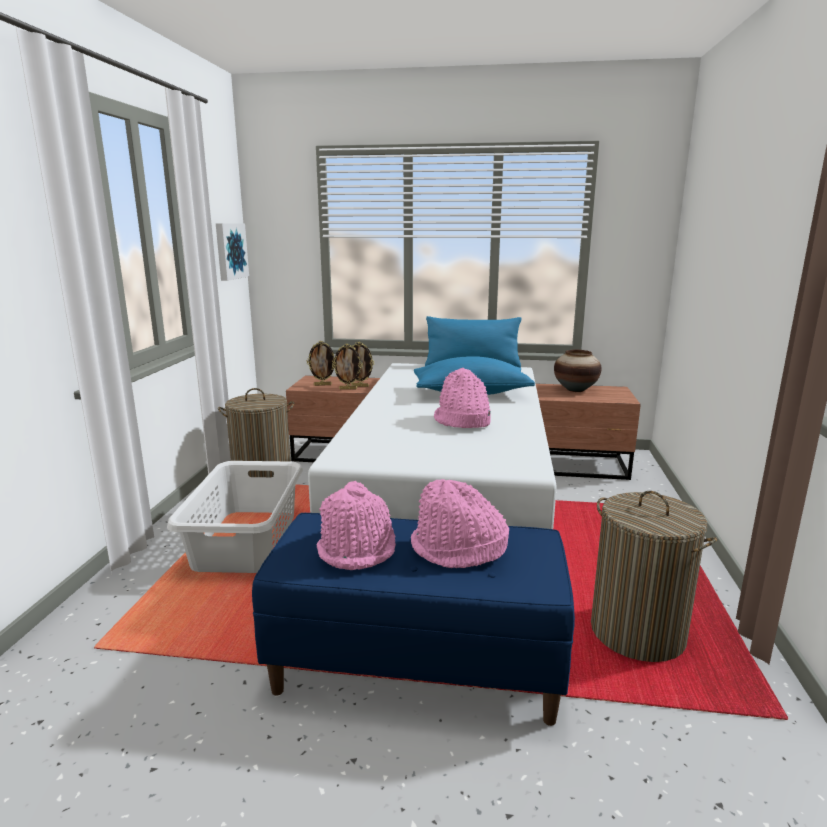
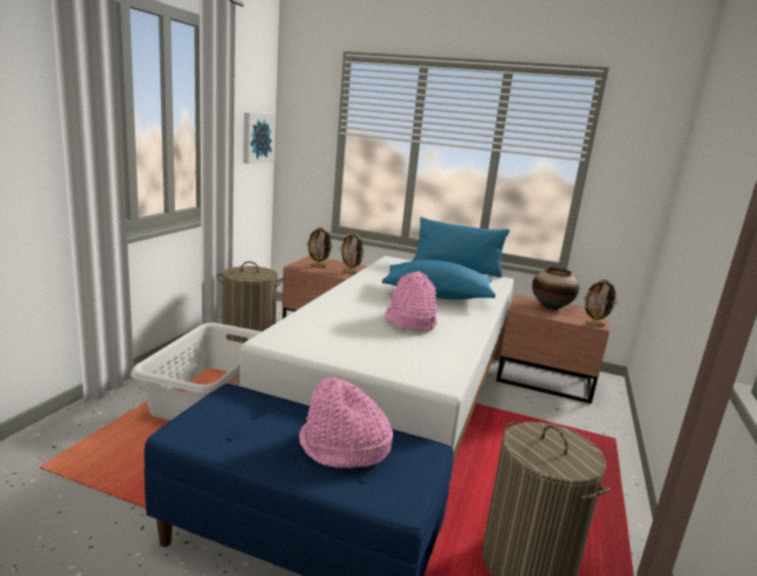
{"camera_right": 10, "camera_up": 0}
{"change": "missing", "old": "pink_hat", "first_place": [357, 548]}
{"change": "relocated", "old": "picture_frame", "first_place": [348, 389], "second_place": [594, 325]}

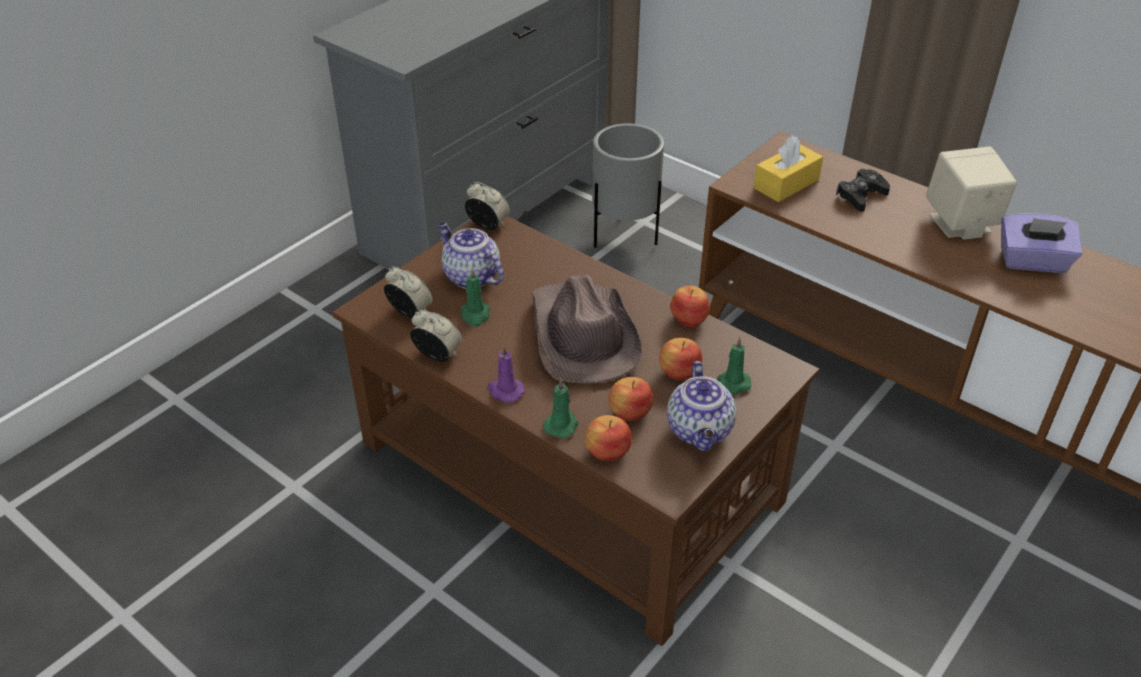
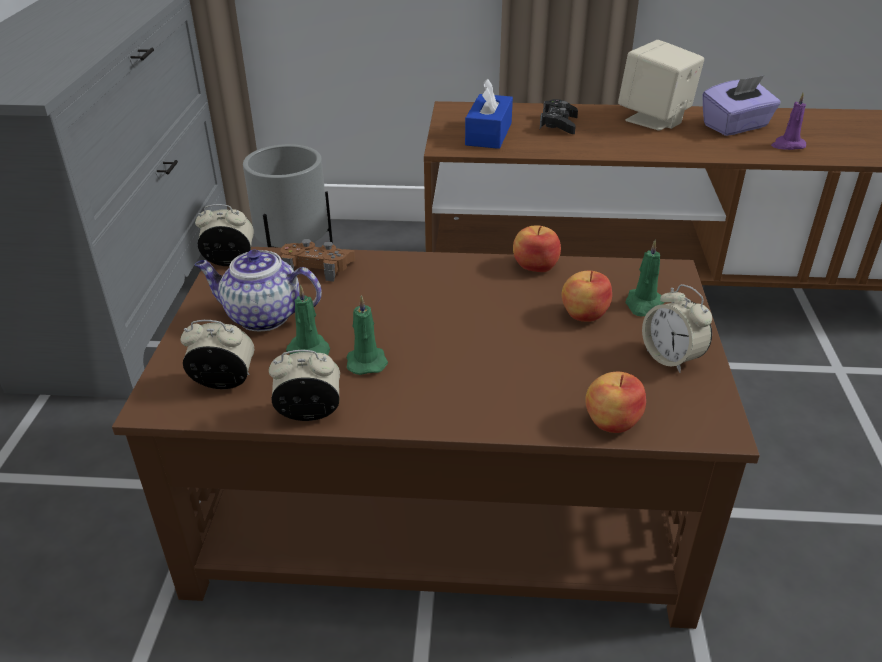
{"camera_right": -35, "camera_up": -5}
{"change": "relocated", "old": "purple_candle", "first_place": [505, 391], "second_place": [787, 145]}
{"change": "missing", "old": "brown_hat", "first_place": [582, 335]}
{"change": "relocated", "old": "green_candle", "first_place": [561, 425], "second_place": [366, 361]}
{"change": "missing", "old": "apple", "first_place": [629, 412]}
{"change": "exchanged", "old": "teapot", "new": "alarm_clock", "first_place": [700, 431], "second_place": [671, 358]}
{"change": "colour", "old": "yellow_tissue_box", "new": "blue_tissue_box", "first_place": [786, 184], "second_place": [488, 134]}
{"change": "appeared", "new": "brown_game_controller", "second_place": [317, 267]}

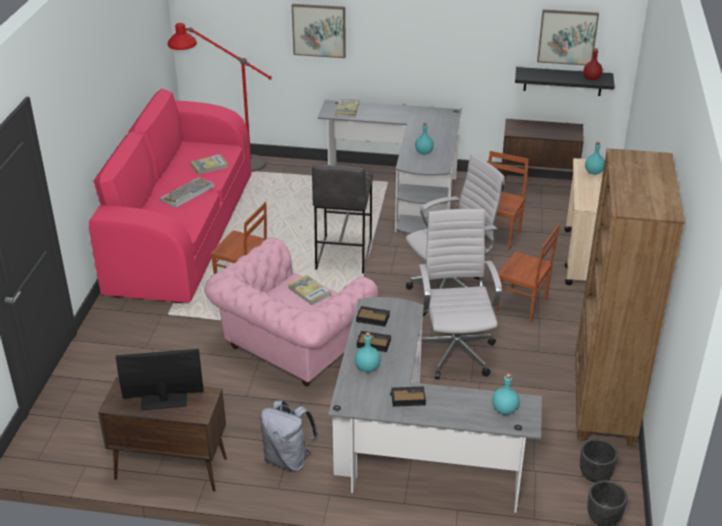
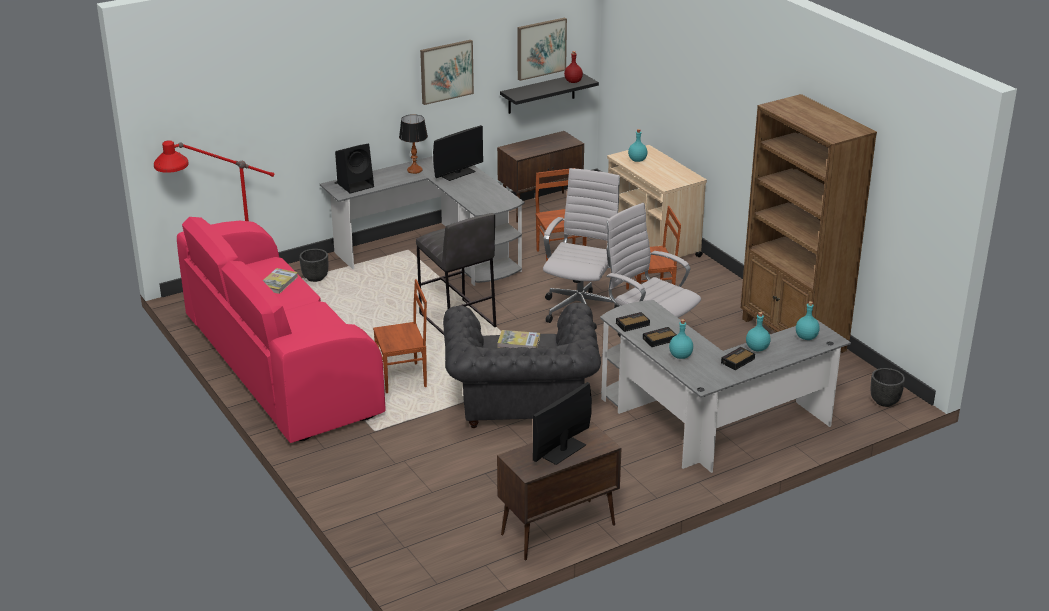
{"camera_right": -40, "camera_up": -5}
{"change": "missing", "old": "keyboard", "first_place": [187, 193]}
{"change": "colour", "old": "pink_armchair", "new": "grey_armchair", "first_place": [291, 348], "second_place": [520, 405]}
{"change": "missing", "old": "grey_backpack", "first_place": [288, 459]}
{"change": "relocated", "old": "picture", "first_place": [319, 30], "second_place": [446, 71]}
{"change": "exchanged", "old": "book", "new": "black_speaker", "first_place": [347, 110], "second_place": [356, 185]}
{"change": "relocated", "old": "turquoise_bottle", "first_place": [424, 152], "second_place": [757, 348]}
{"change": "relocated", "old": "black_planter", "first_place": [595, 474], "second_place": [315, 278]}
{"change": "appeared", "new": "table_lamp", "second_place": [415, 170]}
{"change": "appeared", "new": "monitor", "second_place": [458, 173]}

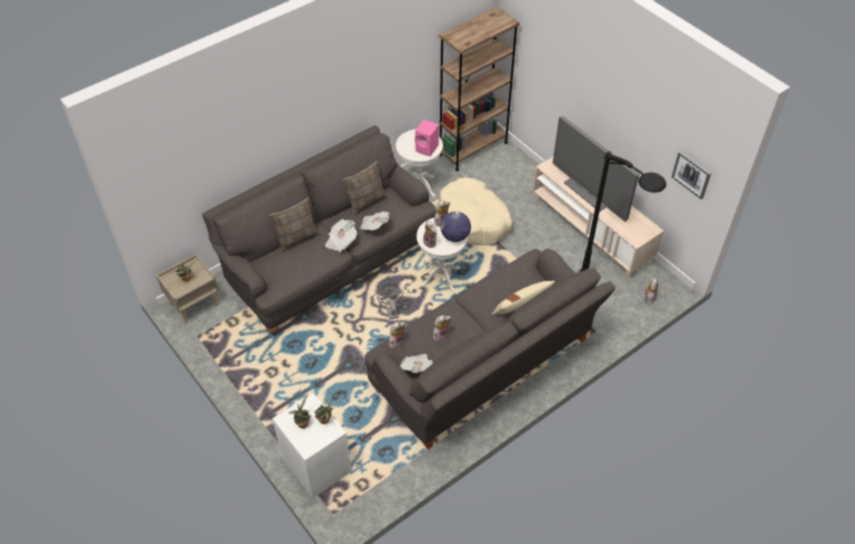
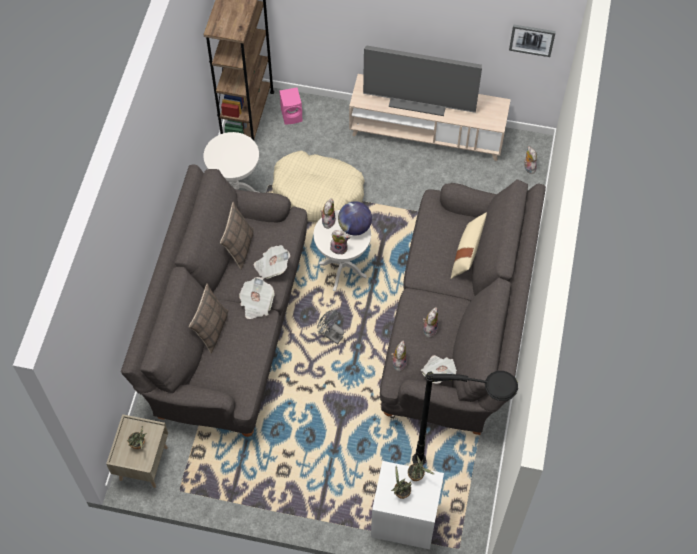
{"camera_right": -40, "camera_up": 10}
{"change": "relocated", "old": "pink_speaker", "first_place": [427, 148], "second_place": [292, 115]}
{"change": "relocated", "old": "black_floor_lamp", "first_place": [609, 296], "second_place": [462, 468]}

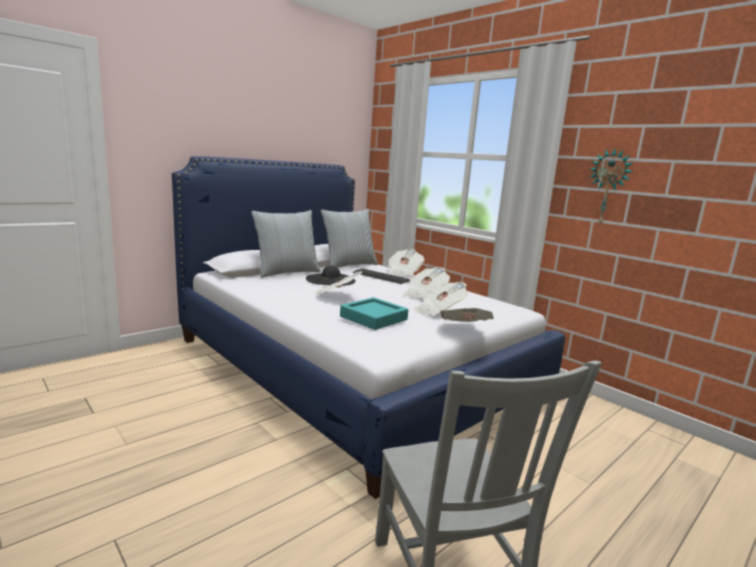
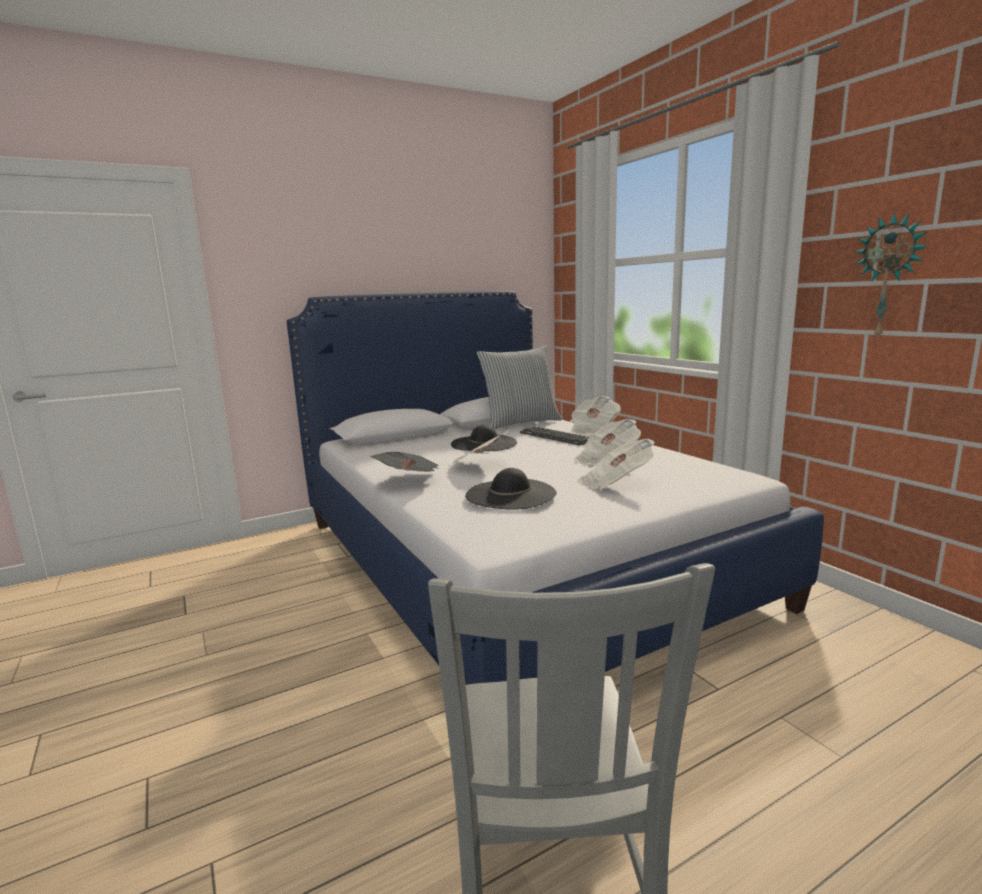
{"camera_right": 15, "camera_up": 0}
{"change": "missing", "old": "pillow", "first_place": [286, 272]}
{"change": "exchanged", "old": "turquoise_tray", "new": "black_hat", "first_place": [373, 318], "second_place": [510, 494]}
{"change": "relocated", "old": "newspaper", "first_place": [464, 330], "second_place": [409, 480]}

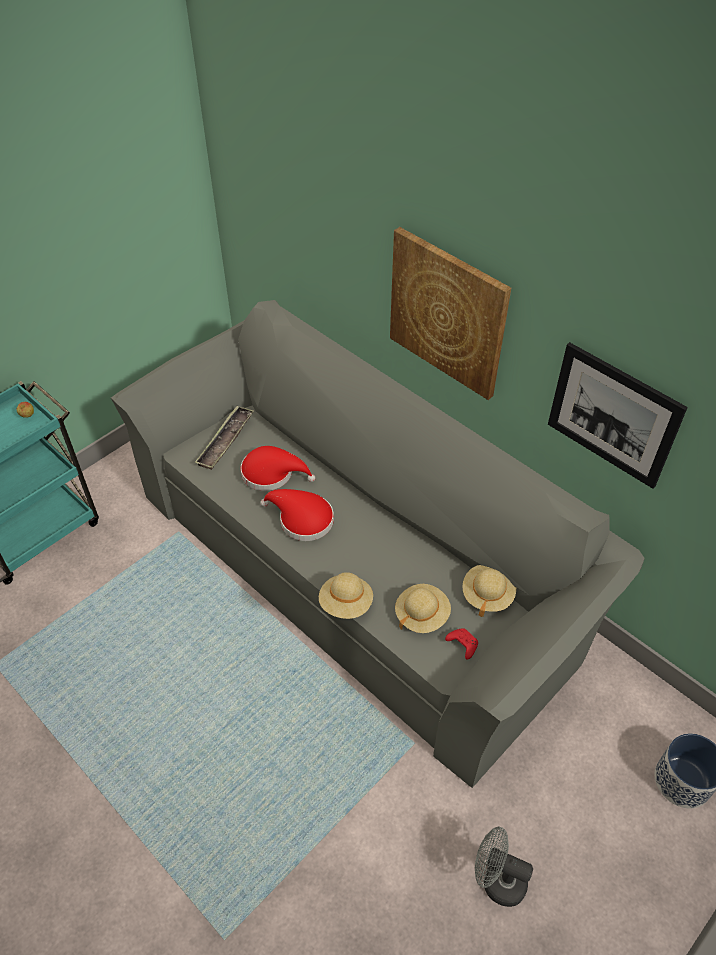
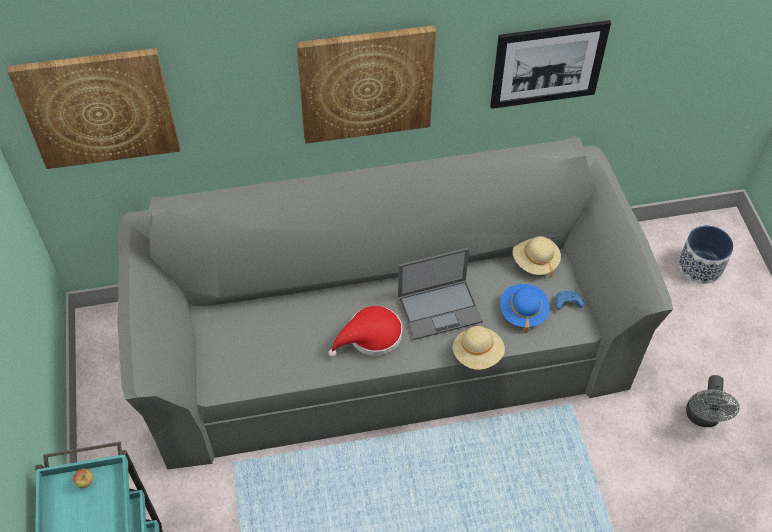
{"camera_right": -55, "camera_up": 5}
{"change": "missing", "old": "tray", "first_place": [225, 441]}
{"change": "missing", "old": "red_hat", "first_place": [272, 473]}
{"change": "colour", "old": "beige_hat", "new": "blue_hat", "first_place": [422, 615], "second_place": [523, 312]}
{"change": "colour", "old": "red_game_controller", "new": "blue_game_controller", "first_place": [462, 644], "second_place": [567, 303]}
{"change": "spun", "old": "grey_fan", "first_place": [497, 880], "second_place": [703, 418], "degrees": -45}
{"change": "appeared", "new": "picture", "second_place": [99, 108]}
{"change": "appeared", "new": "laptop", "second_place": [440, 308]}

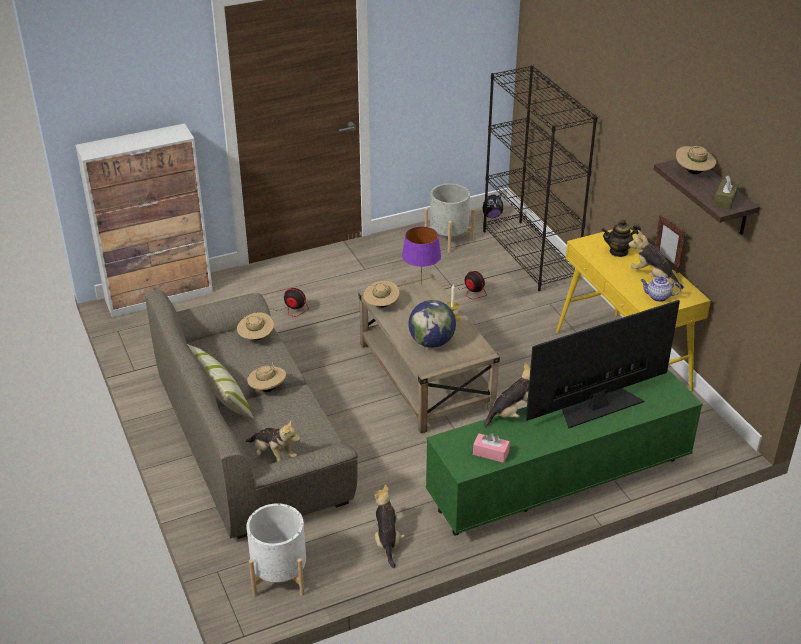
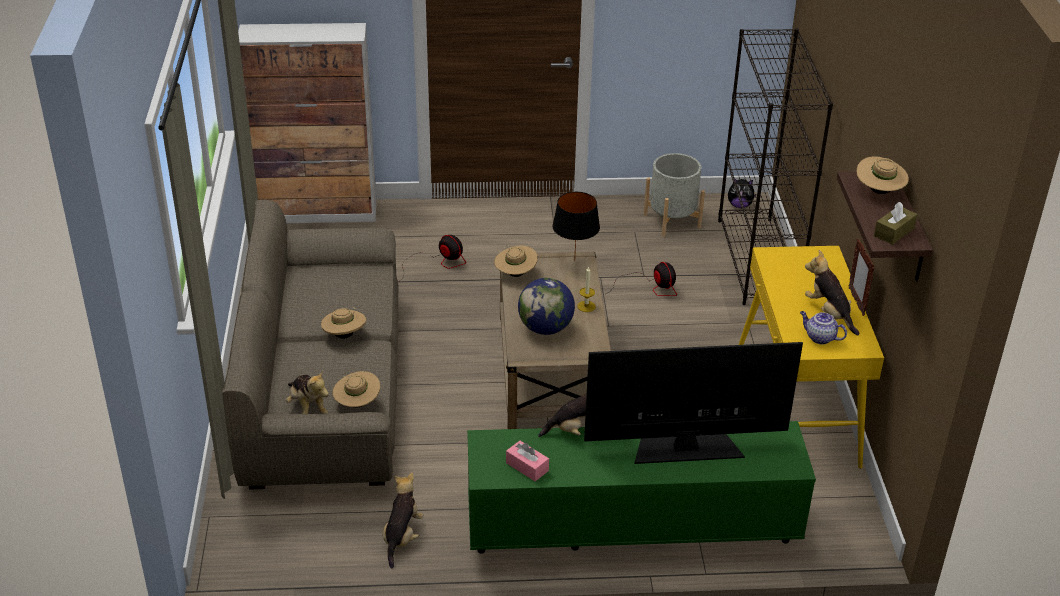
{"camera_right": 20, "camera_up": 0}
{"change": "missing", "old": "pillow", "first_place": [221, 396]}
{"change": "relocated", "old": "beige_hat", "first_place": [256, 337], "second_place": [357, 403]}
{"change": "missing", "old": "white_planter", "first_place": [279, 576]}
{"change": "colour", "old": "purple_table_lamp", "new": "black_table_lamp", "first_place": [421, 284], "second_place": [575, 261]}
{"change": "missing", "old": "teapot", "first_place": [619, 251]}

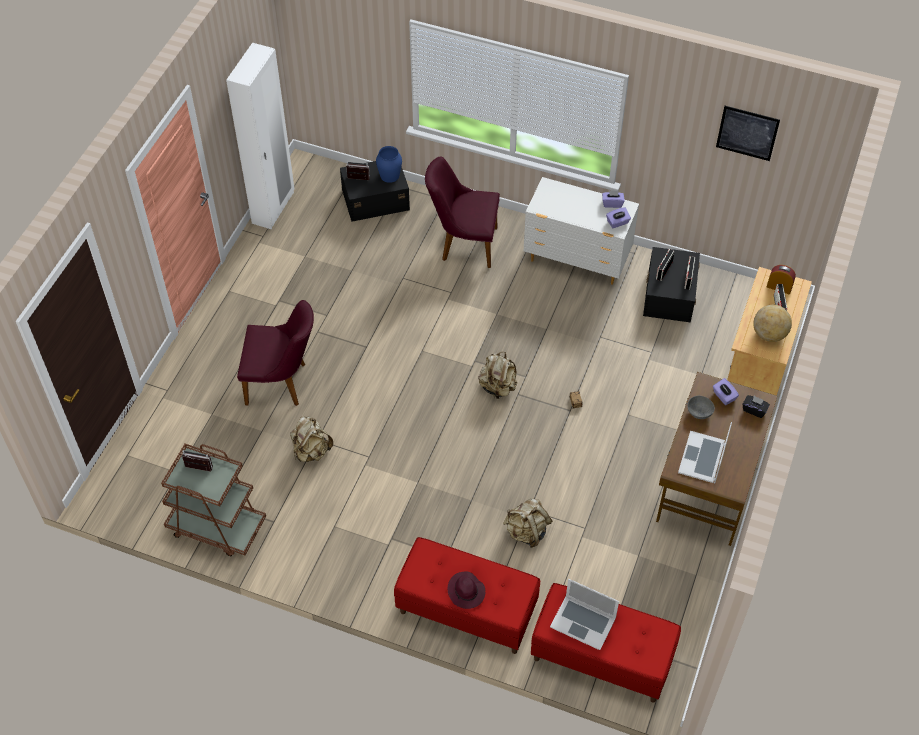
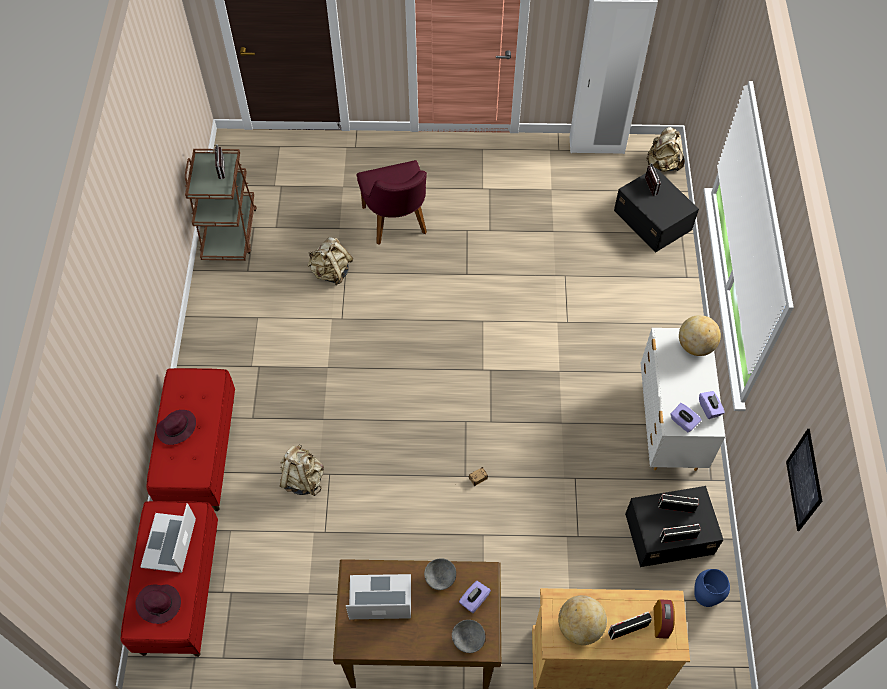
{"camera_right": 70, "camera_up": 5}
{"change": "relocated", "old": "blue_vase", "first_place": [390, 175], "second_place": [706, 595]}
{"change": "missing", "old": "purple_chair", "first_place": [463, 244]}
{"change": "relocated", "old": "beige_backpack", "first_place": [498, 387], "second_place": [662, 164]}
{"change": "exchanged", "old": "black_tissue_box", "new": "grey_bowl", "first_place": [754, 410], "second_place": [468, 639]}
{"change": "appeared", "new": "purple_hat", "second_place": [159, 604]}
{"change": "appeared", "new": "globe", "second_place": [695, 346]}

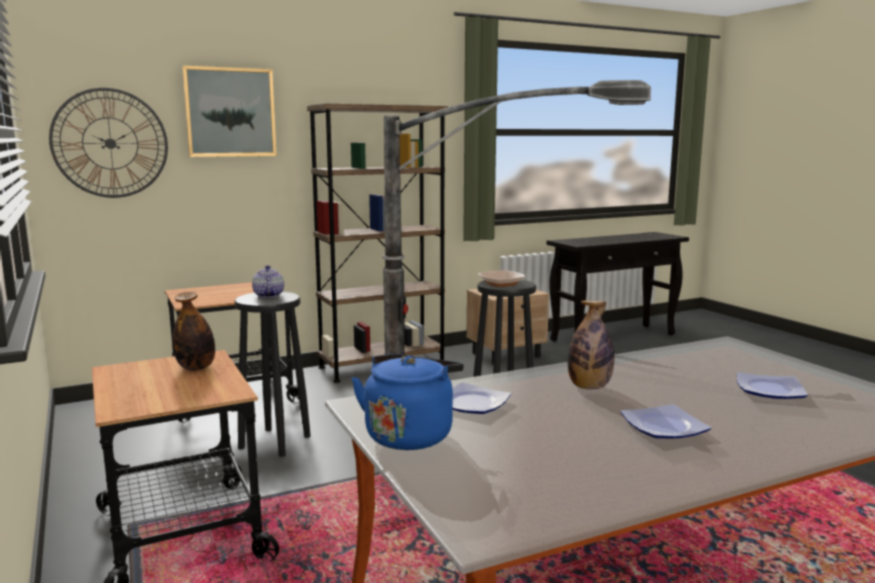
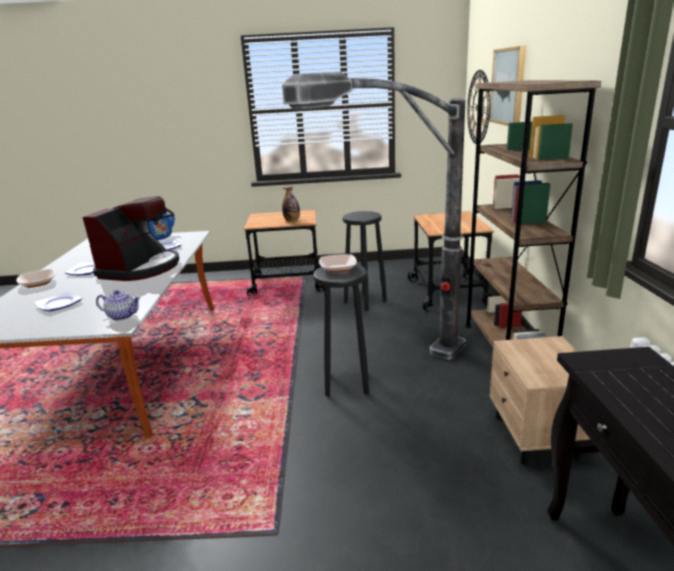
{"camera_right": 115, "camera_up": 10}
{"change": "relocated", "old": "teapot", "first_place": [268, 295], "second_place": [122, 316]}
{"change": "exchanged", "old": "bottle", "new": "coffee_machine", "first_place": [589, 387], "second_place": [141, 268]}
{"change": "appeared", "new": "bowl", "second_place": [38, 283]}

